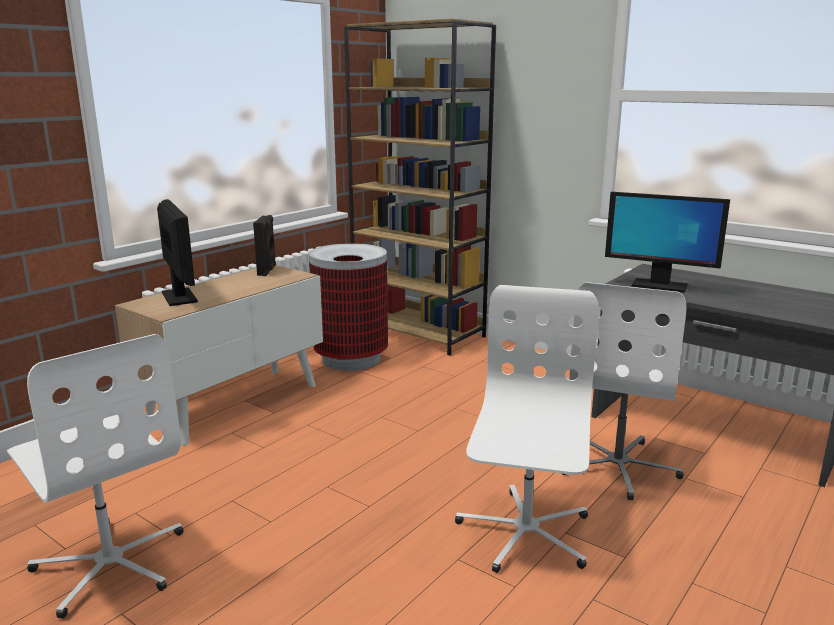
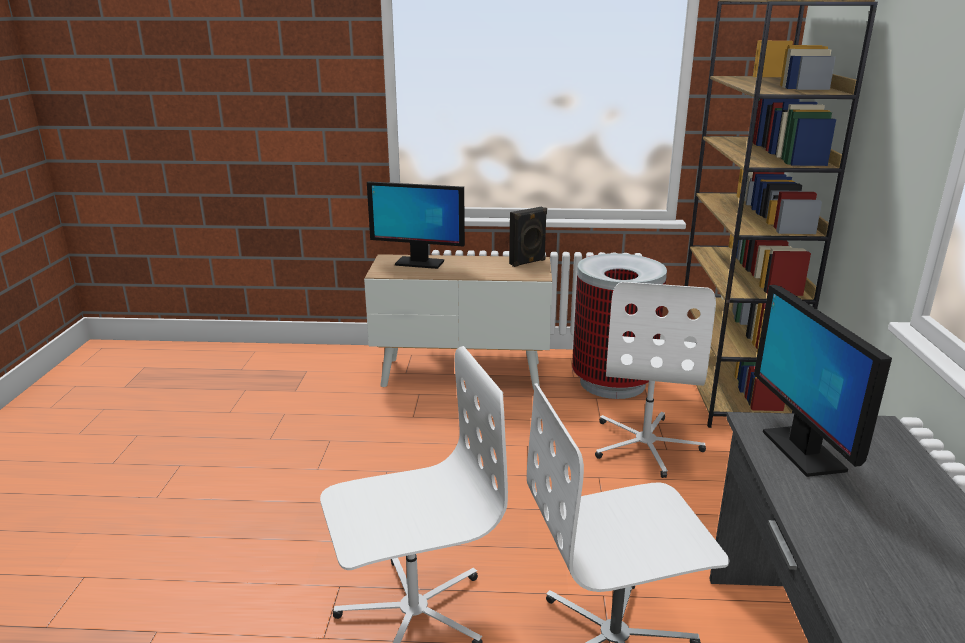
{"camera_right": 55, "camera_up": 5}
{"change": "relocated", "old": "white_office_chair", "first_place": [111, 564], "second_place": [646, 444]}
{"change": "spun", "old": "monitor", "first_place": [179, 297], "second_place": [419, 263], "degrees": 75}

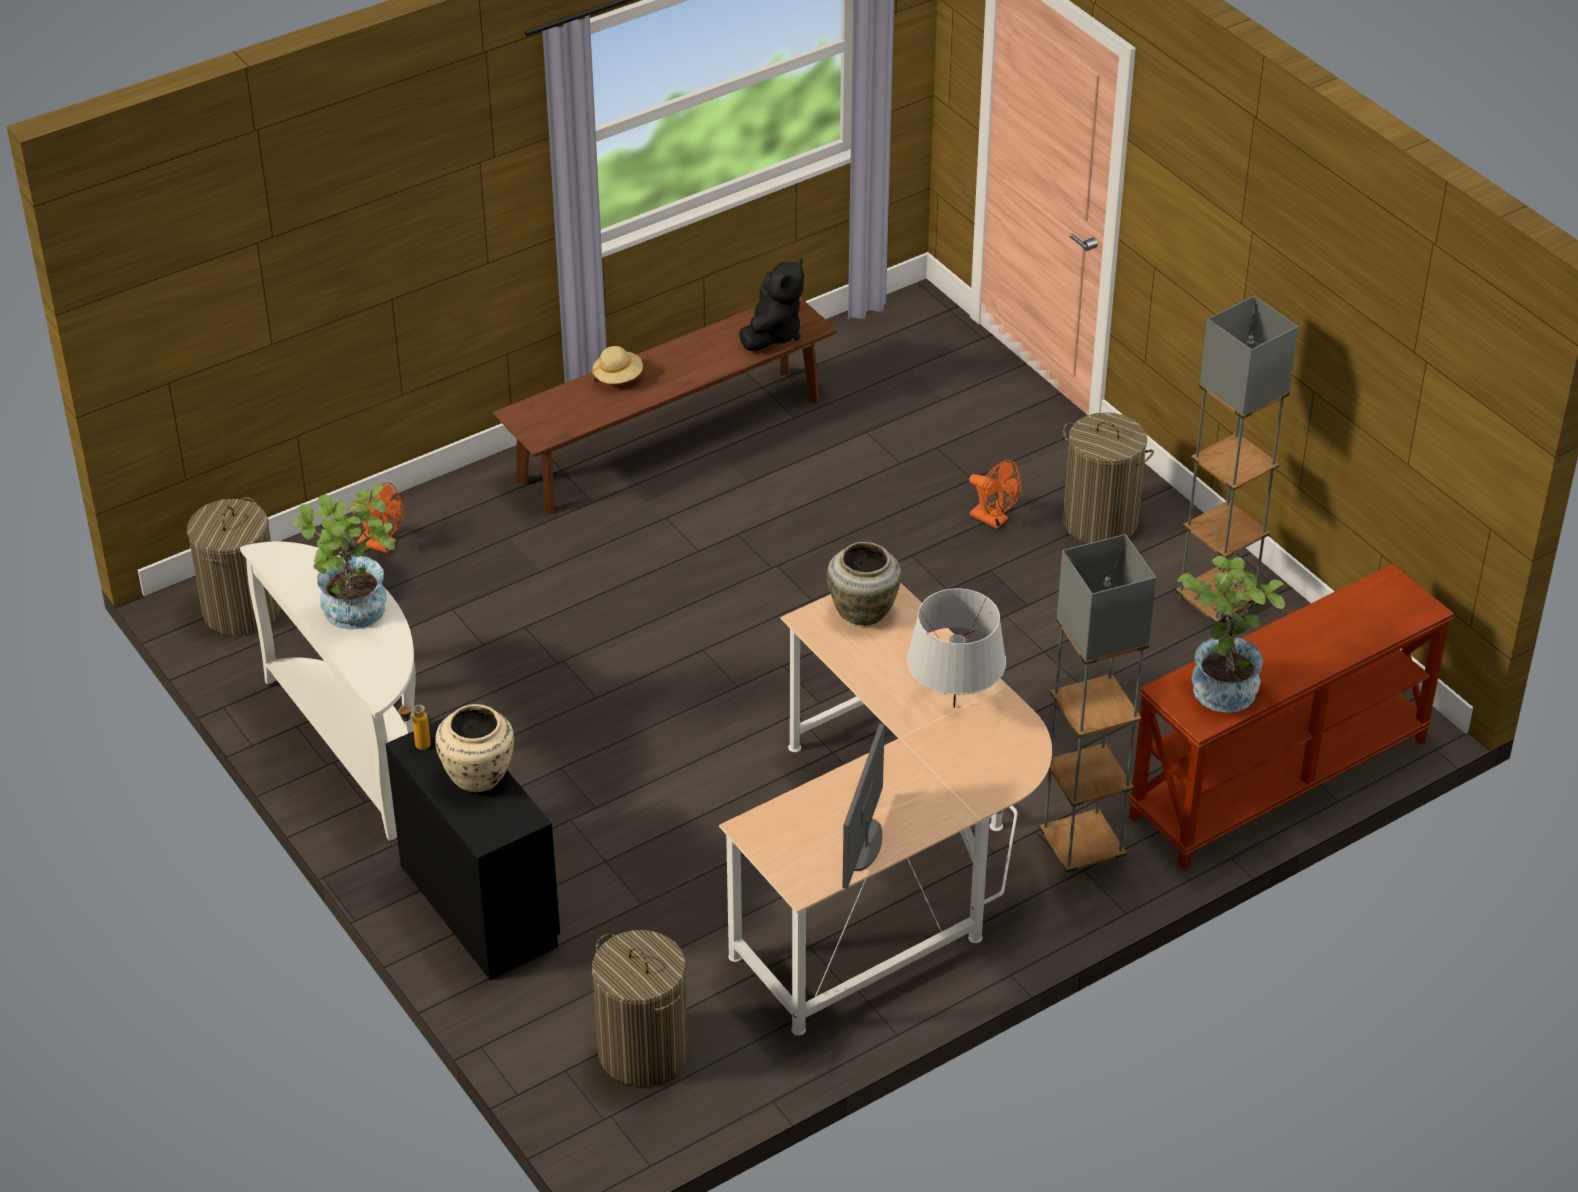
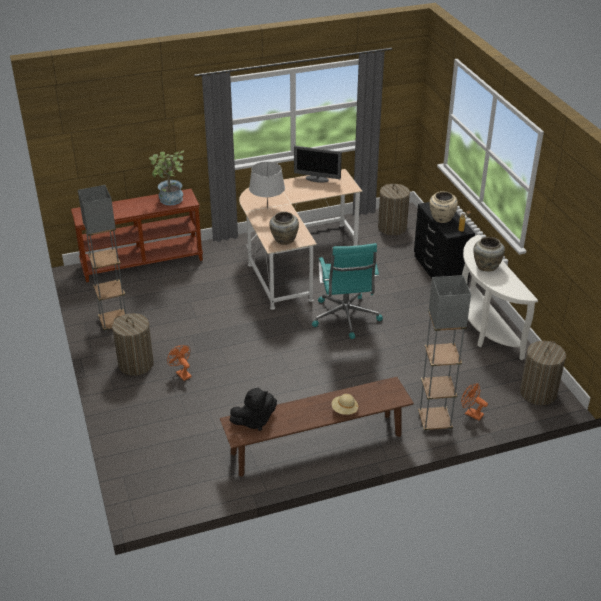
{"camera_right": -165, "camera_up": -5}
{"change": "exchanged", "old": "potted_plant", "new": "beige_vase", "first_place": [354, 615], "second_place": [486, 266]}
{"change": "spun", "old": "black_plush_toy", "first_place": [773, 334], "second_place": [254, 421], "degrees": -150}
{"change": "spun", "old": "monitor", "first_place": [863, 846], "second_place": [317, 179], "degrees": 75}
{"change": "relocated", "old": "grey_floor_lamp", "first_place": [1082, 848], "second_place": [434, 422]}
{"change": "appeared", "new": "turquoise_office_chair", "second_place": [345, 318]}

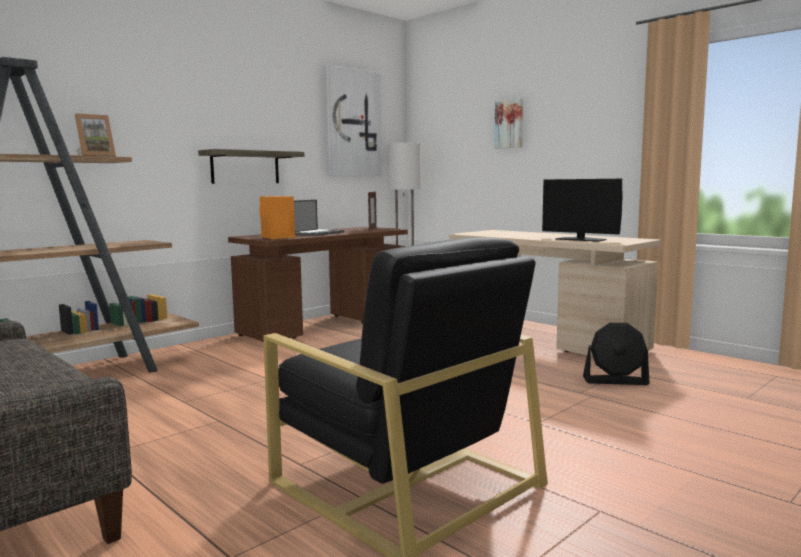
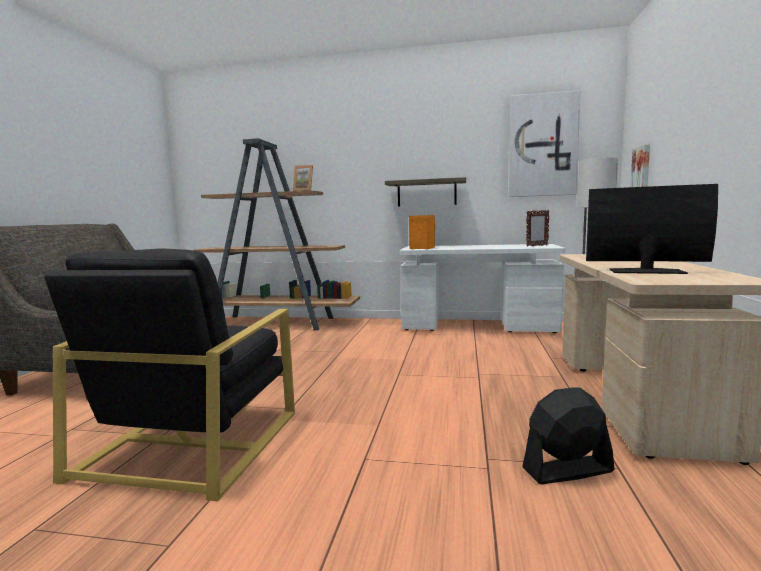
{"camera_right": 55, "camera_up": 0}
{"change": "colour", "old": "brown_desk", "new": "white_desk", "first_place": [325, 325], "second_place": [478, 327]}
{"change": "missing", "old": "laptop", "first_place": [317, 233]}
{"change": "relocated", "old": "picture", "first_place": [509, 124], "second_place": [642, 171]}
{"change": "spun", "old": "monitor", "first_place": [580, 239], "second_place": [646, 271], "degrees": 105}
{"change": "spun", "old": "black_fan", "first_place": [615, 381], "second_place": [567, 470], "degrees": 105}

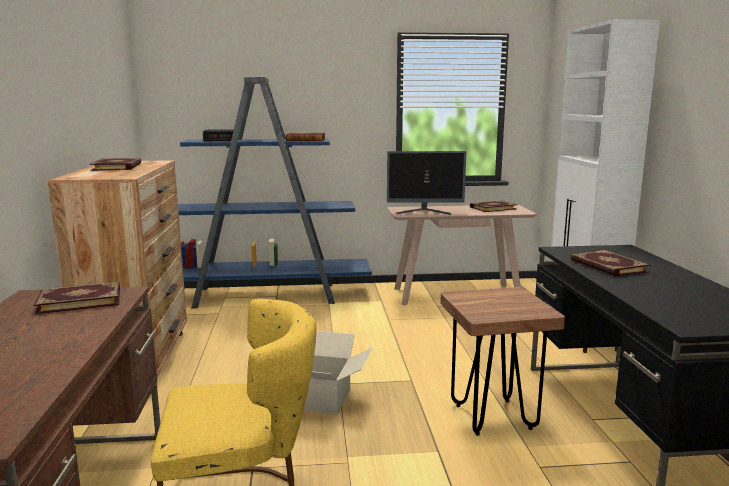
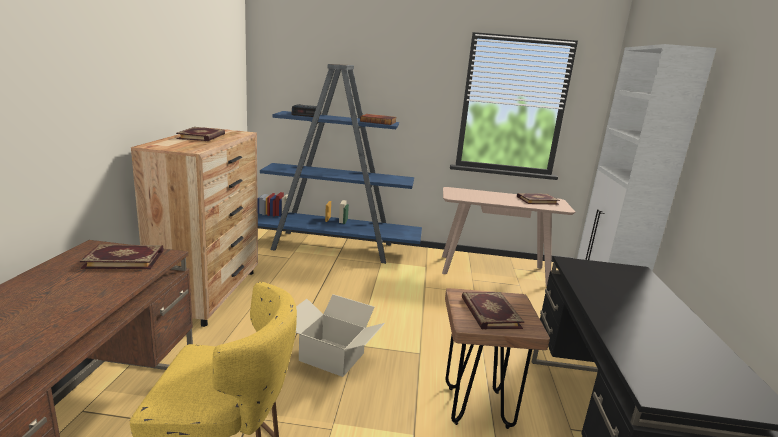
{"camera_right": 10, "camera_up": 5}
{"change": "missing", "old": "monitor", "first_place": [424, 212]}
{"change": "relocated", "old": "book", "first_place": [607, 266], "second_place": [489, 312]}

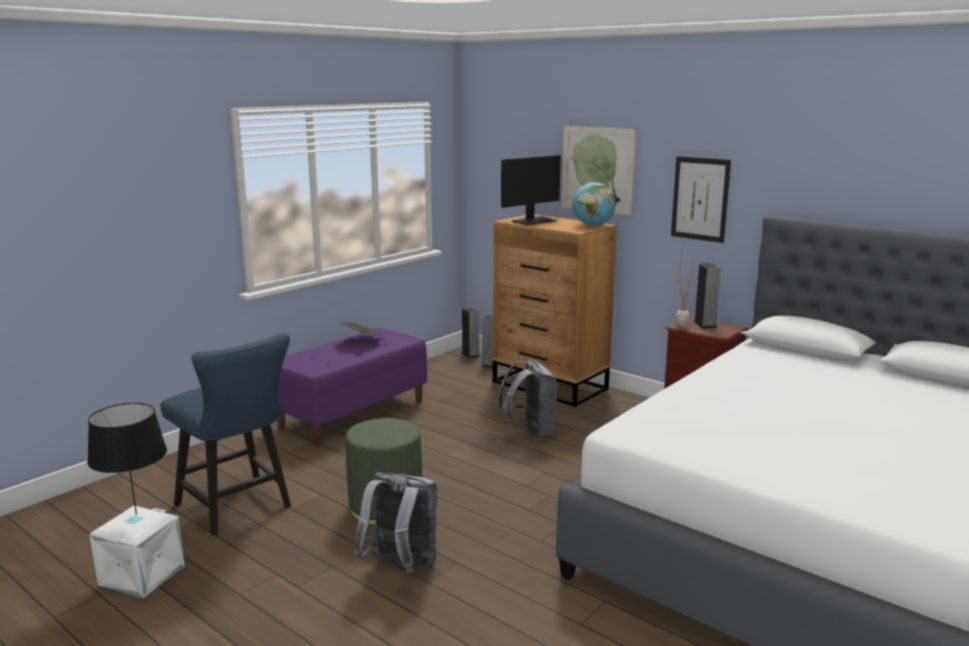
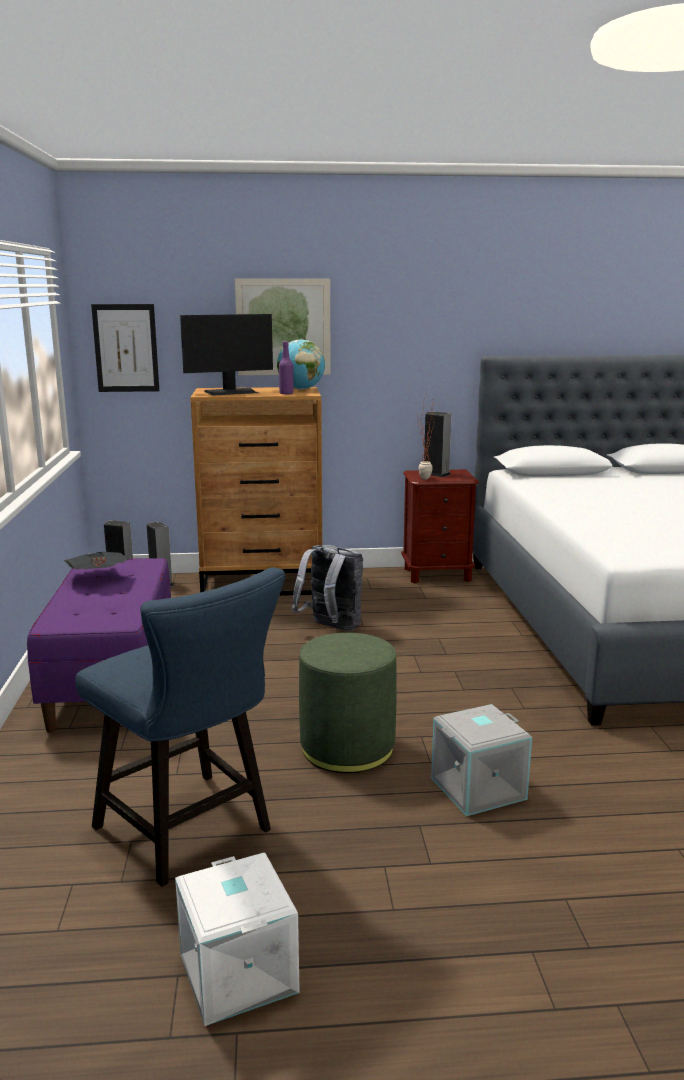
{"camera_right": -45, "camera_up": 0}
{"change": "missing", "old": "black_table_lamp", "first_place": [135, 514]}
{"change": "spun", "old": "blue_chair", "first_place": [238, 508], "second_place": [191, 833], "degrees": 45}
{"change": "exchanged", "old": "grey_backpack", "new": "grey_storage_box", "first_place": [401, 568], "second_place": [478, 789]}
{"change": "spun", "old": "monitor", "first_place": [534, 221], "second_place": [232, 392], "degrees": 60}
{"change": "relocated", "old": "picture", "first_place": [700, 199], "second_place": [126, 348]}
{"change": "appeared", "new": "purple_bottle", "second_place": [286, 393]}

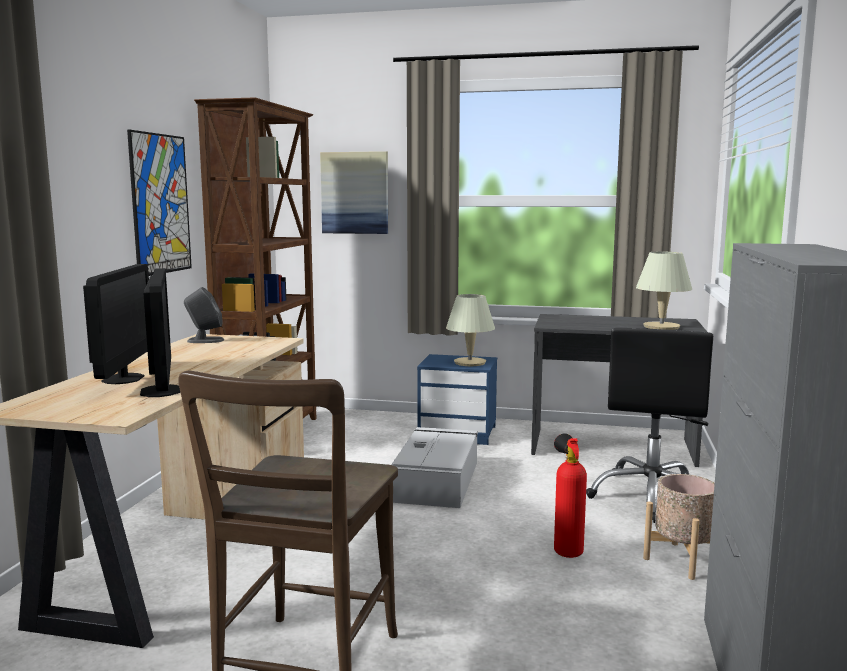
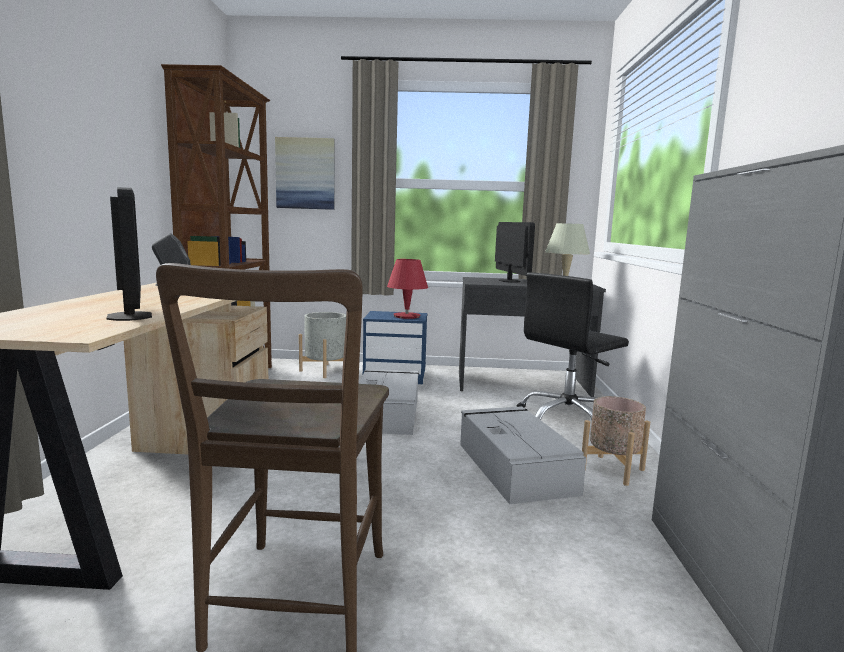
{"camera_right": -10, "camera_up": 0}
{"change": "relocated", "old": "monitor", "first_place": [123, 379], "second_place": [509, 281]}
{"change": "missing", "old": "picture", "first_place": [160, 204]}
{"change": "colour", "old": "beige_table_lamp", "new": "red_table_lamp", "first_place": [470, 363], "second_place": [407, 316]}
{"change": "exchanged", "old": "fire_extinguisher", "new": "grey_storage_box", "first_place": [566, 551], "second_place": [514, 466]}
{"change": "spun", "old": "black_office_chair", "first_place": [651, 497], "second_place": [567, 420], "degrees": 45}
{"change": "appeared", "new": "grey_planter", "second_place": [325, 370]}

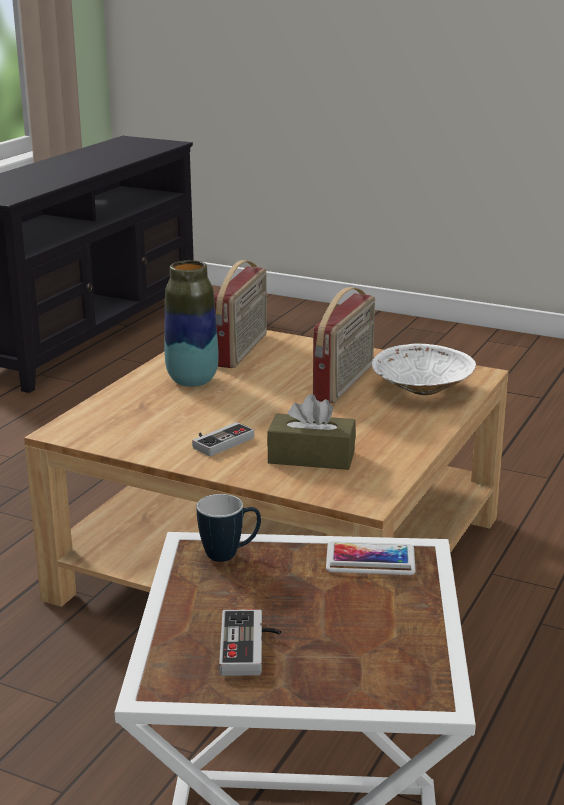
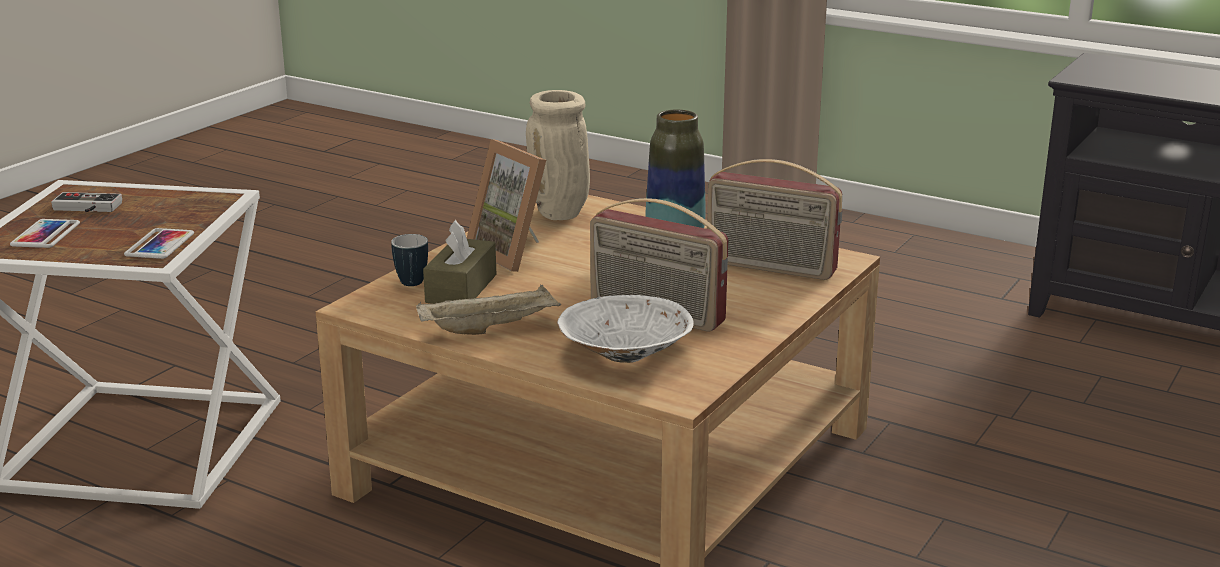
{"camera_right": 95, "camera_up": 0}
{"change": "exchanged", "old": "game_controller", "new": "picture_frame", "first_place": [219, 441], "second_place": [514, 253]}
{"change": "relocated", "old": "mug", "first_place": [230, 554], "second_place": [412, 285]}
{"change": "appeared", "new": "phone", "second_place": [45, 234]}
{"change": "appeared", "new": "beige_tray", "second_place": [490, 328]}
{"change": "appeared", "new": "beige_vase", "second_place": [560, 214]}

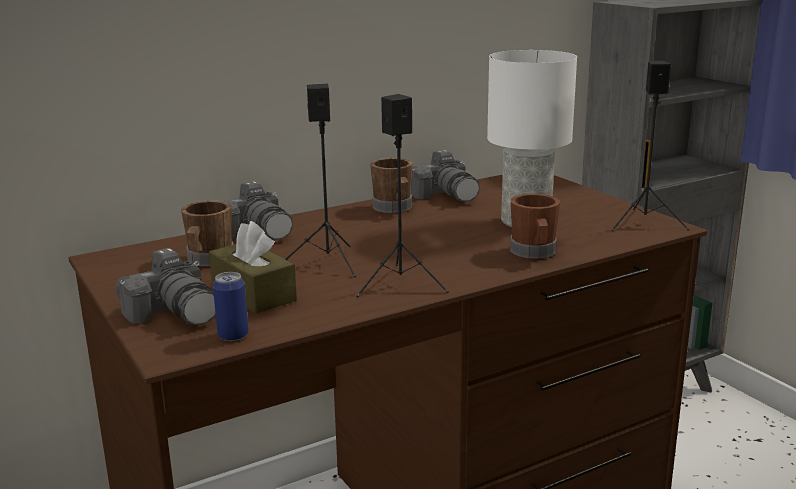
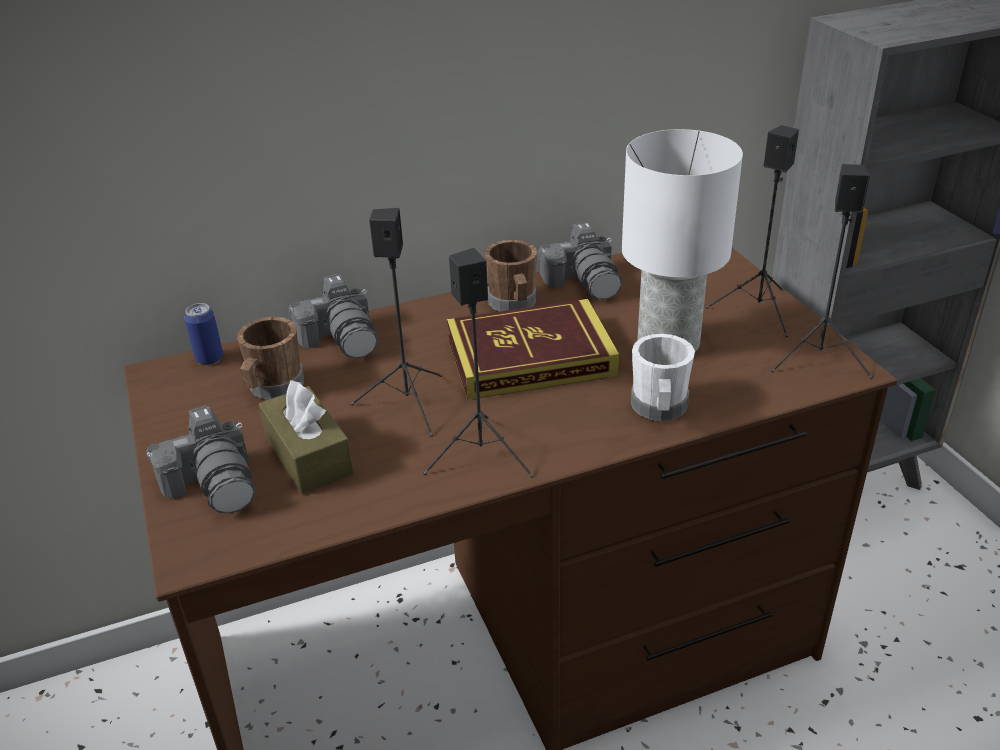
{"camera_right": 10, "camera_up": 15}
{"change": "relocated", "old": "can", "first_place": [233, 335], "second_place": [209, 358]}
{"change": "colour", "old": "brown_mug", "new": "white_mug", "first_place": [534, 253], "second_place": [659, 409]}
{"change": "appeared", "new": "book", "second_place": [530, 357]}
{"change": "appeared", "new": "black_speaker", "second_place": [759, 311]}

